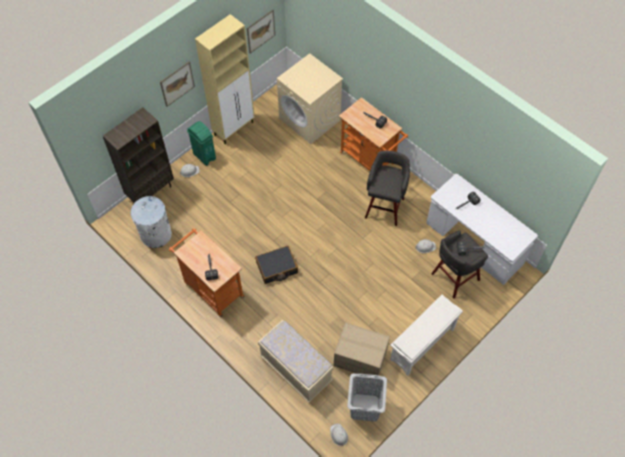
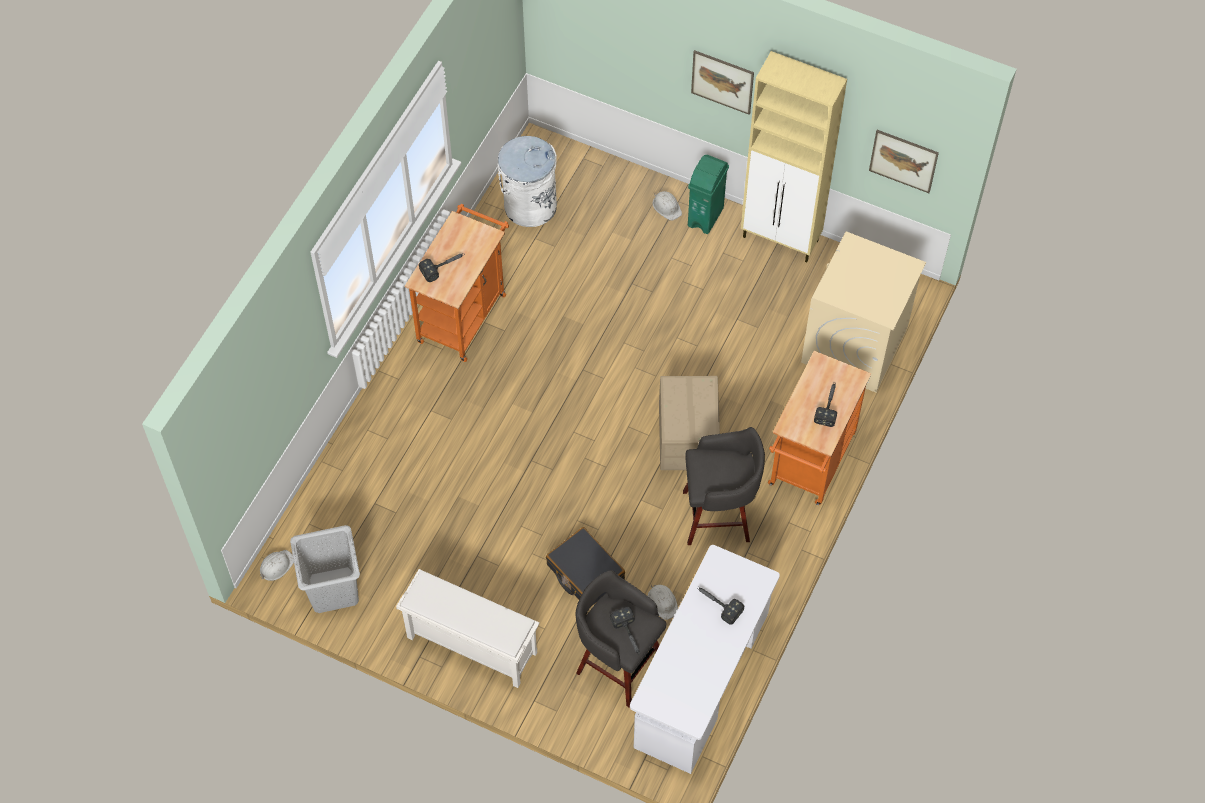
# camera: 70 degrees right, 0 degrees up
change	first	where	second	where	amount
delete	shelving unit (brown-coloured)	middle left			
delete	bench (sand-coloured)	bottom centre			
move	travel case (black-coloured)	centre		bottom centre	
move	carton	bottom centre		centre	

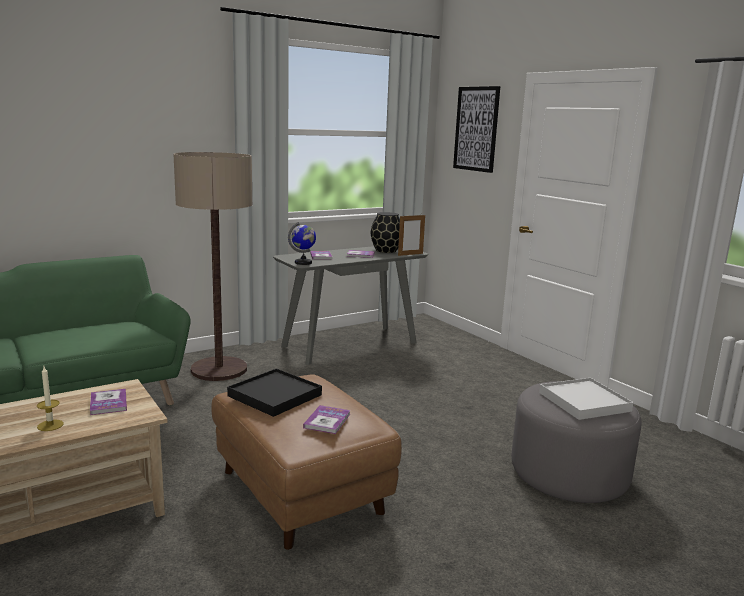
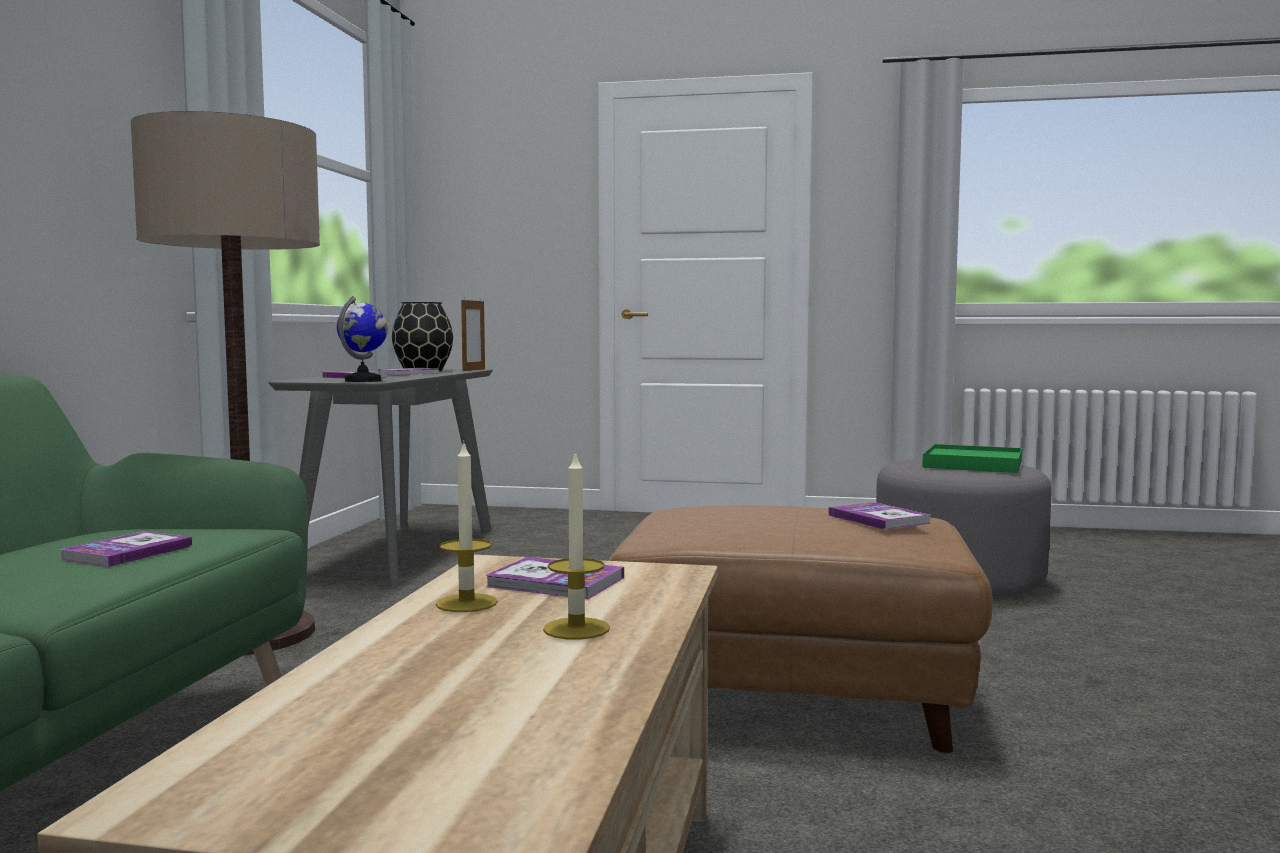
# camera: 45 degrees left, 10 degrees down
change	first	where	second	where	amount
delete	serving tray (black-coloured)	centre			
delete	picture	top centre			
insert			bound book (1st from left)	middle left	
insert			wax candle (1st from left)	centre	
recolor	serving tray (white-coloured)	bottom right	serving tray (green)	middle right	

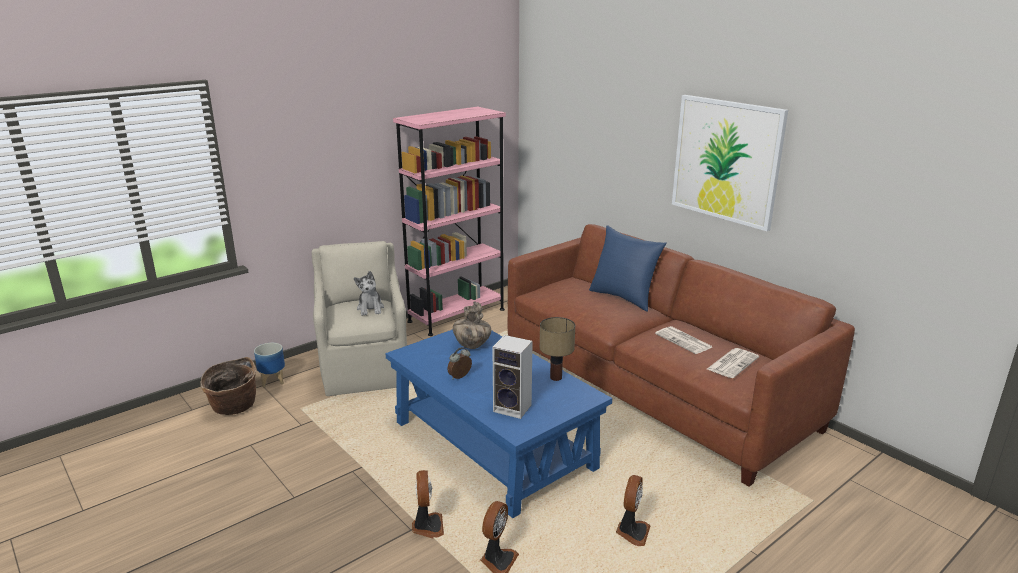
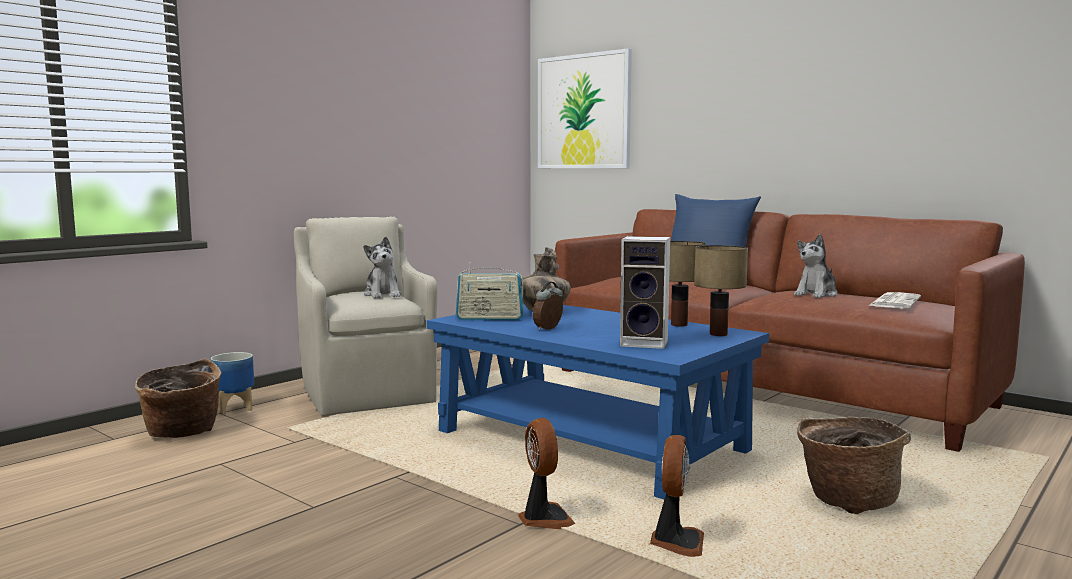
# camera: 10 degrees left, 15 degrees down
change	first	where	second	where	amount
delete	shelving unit (pink)	centre			
insert			radio	centre	
insert			table lamp (2nd from left)	middle right	
move	picture	top right		top centre	
replace	cooling fan (3rd from left)	bottom centre	basket (2nd from left)	bottom right	
replace	daily paper (1st from left)	middle right	cuddly toy (2nd from left)	middle right	

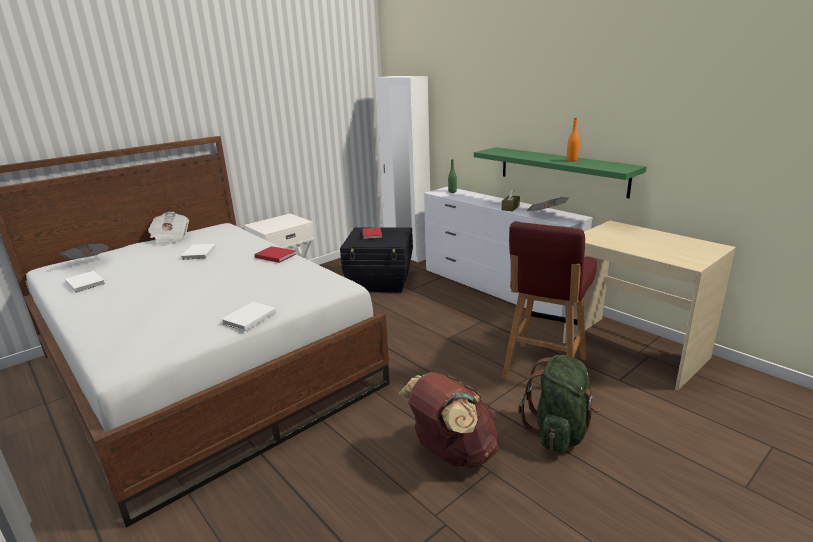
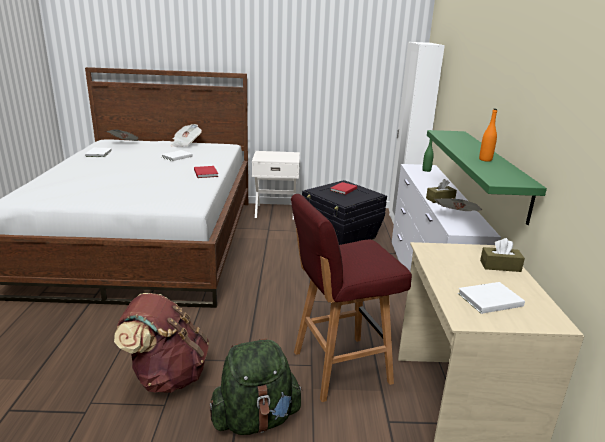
# camera: 40 degrees right, 0 degrees up
change	first	where	second	where	amount
insert			tissue box (brown-coloured) (2nd from left)	middle right	
move	bound book (white-coloured) (3rd from left)	middle left		bottom right	

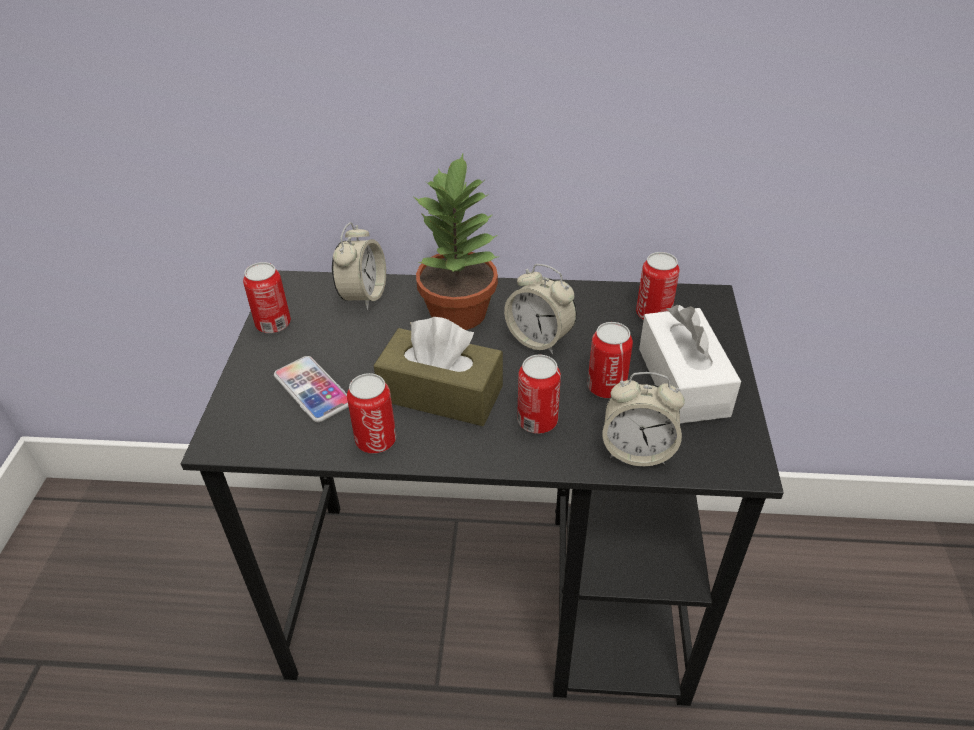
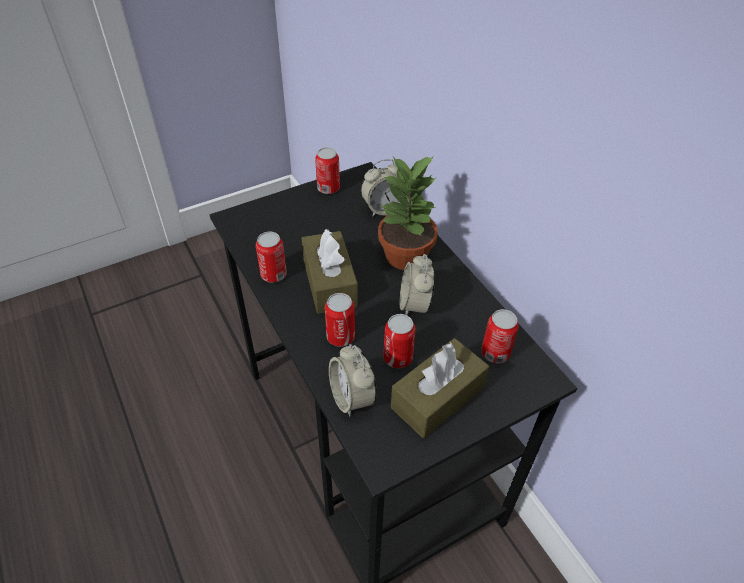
# camera: 55 degrees right, 5 degrees up
change	first	where	second	where	amount
delete	phone	middle left			
recolor	tissue box (white-coloured)	middle right	tissue box (brown-coloured) (2nd from left)	centre	

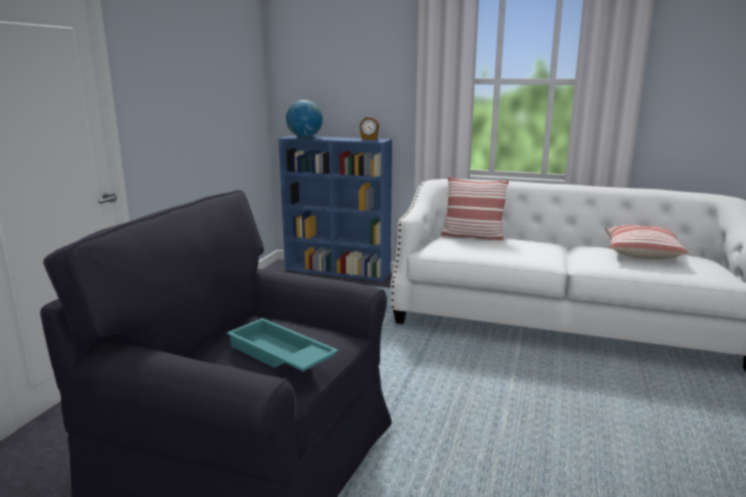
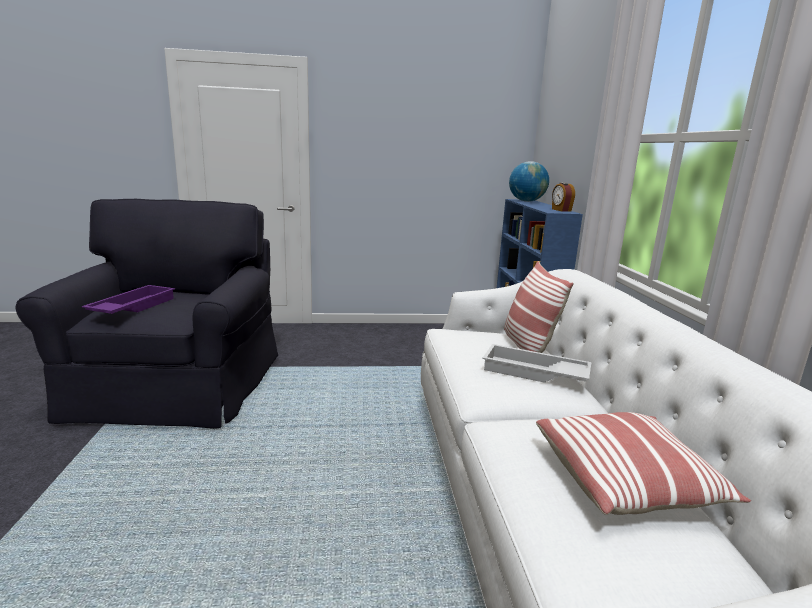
# camera: 65 degrees right, 0 degrees up
change	first	where	second	where	amount
insert			serving tray (white-coloured)	centre	
recolor	serving tray (turquoise-coloured)	bottom centre	serving tray (purplish)	middle left	

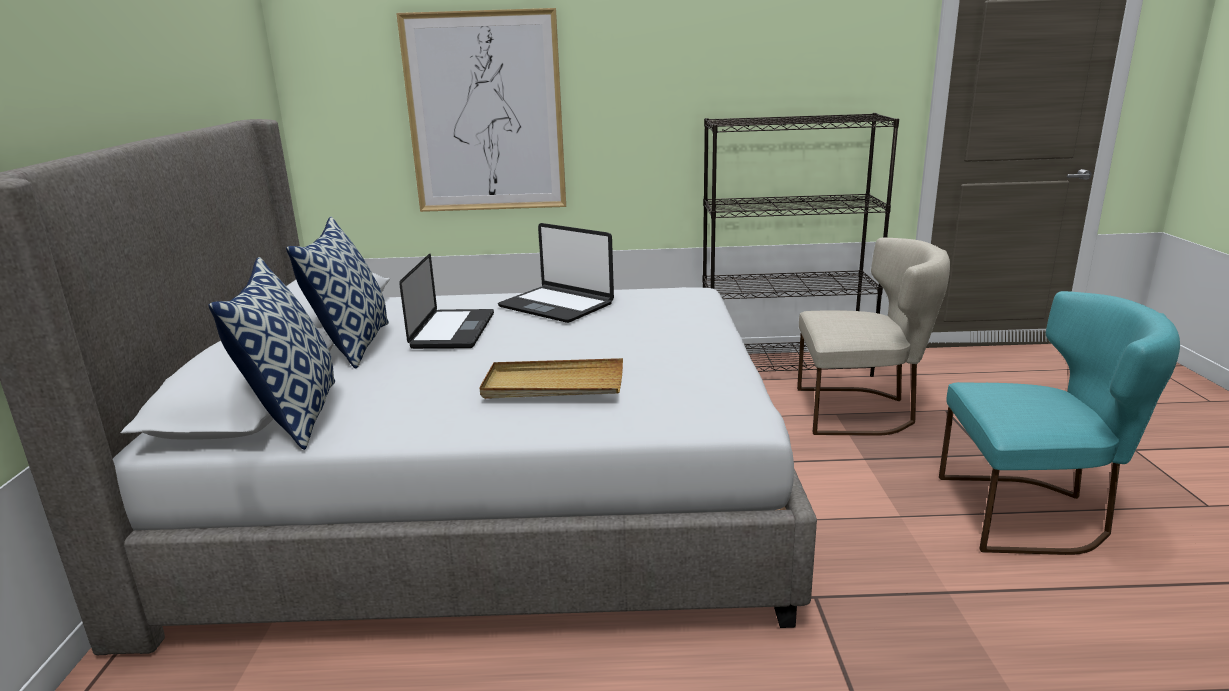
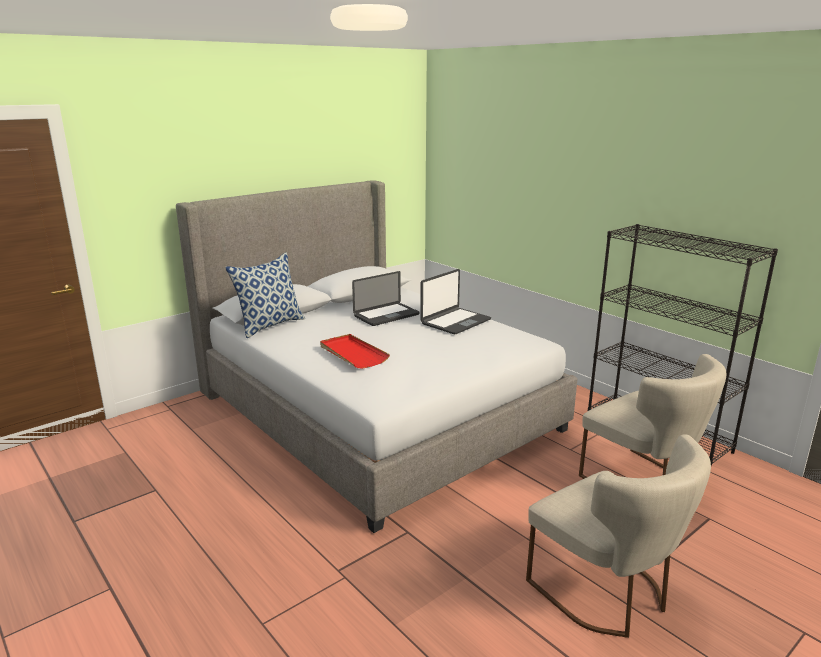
# camera: 50 degrees right, 0 degrees up
change	first	where	second	where	amount
delete	throw pillow (2nd from left)	middle left			
delete	picture	top centre			
recolor	serving tray (sand-coloured)	centre	serving tray (red)	centre	
recolor	chair (turquoise-coloured)	middle right	chair (sand-coloured) (1st from left)	bottom right	
rotate	laptop (2nd from left)	centre		centre	135 degrees counterclockwise

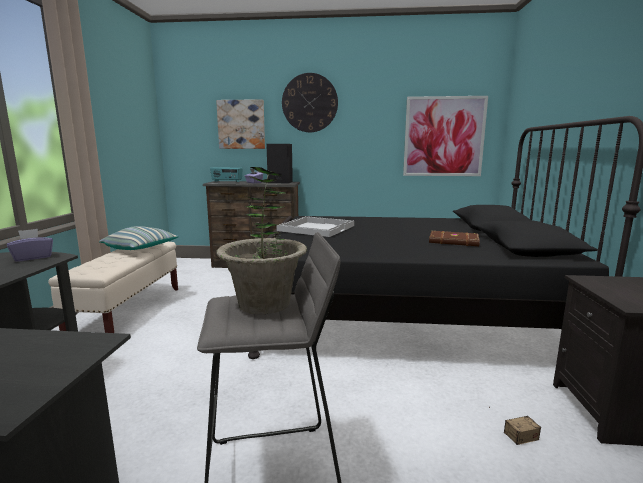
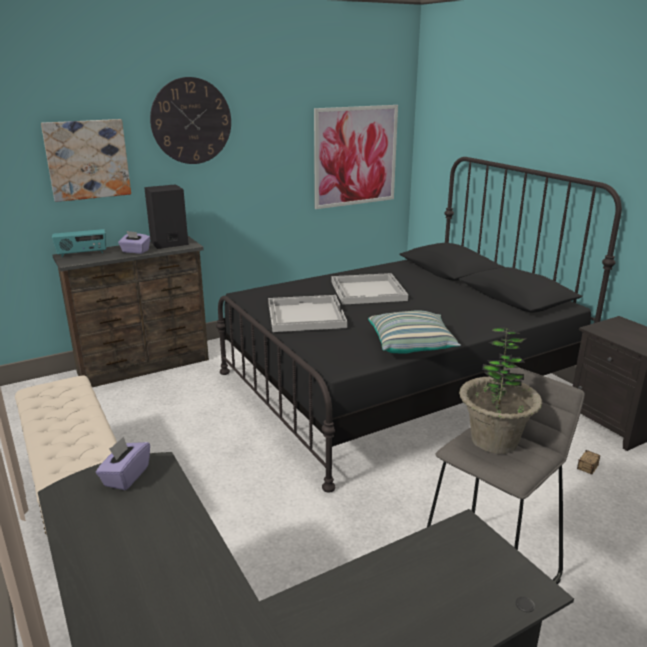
# camera: 35 degrees left, 10 degrees up
change	first	where	second	where	amount
delete	bound book (brown-coloured)	middle right			
insert			serving tray (white-coloured) (2nd from left)	centre	
move	throw pillow	middle left		centre	

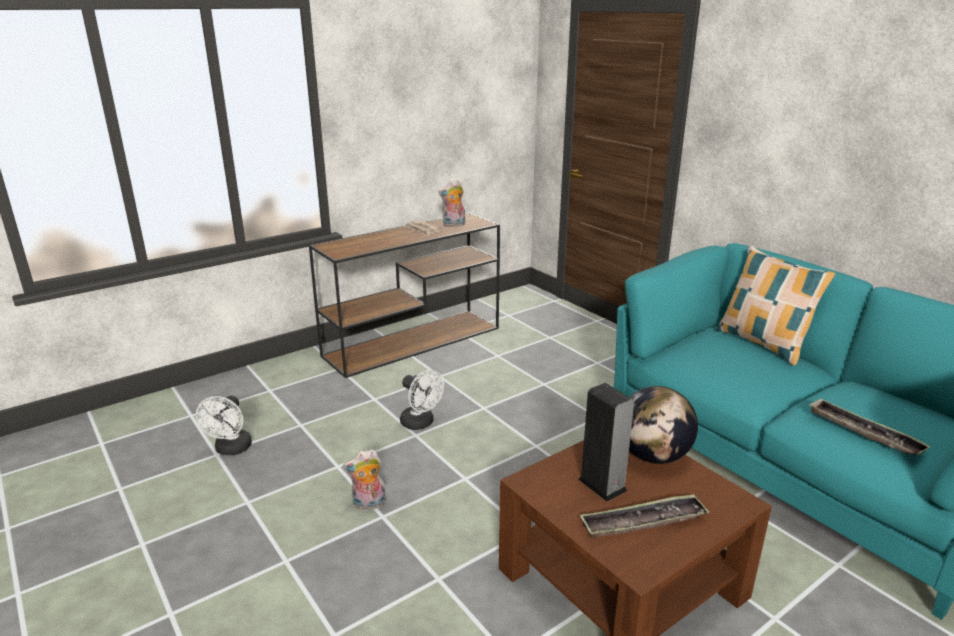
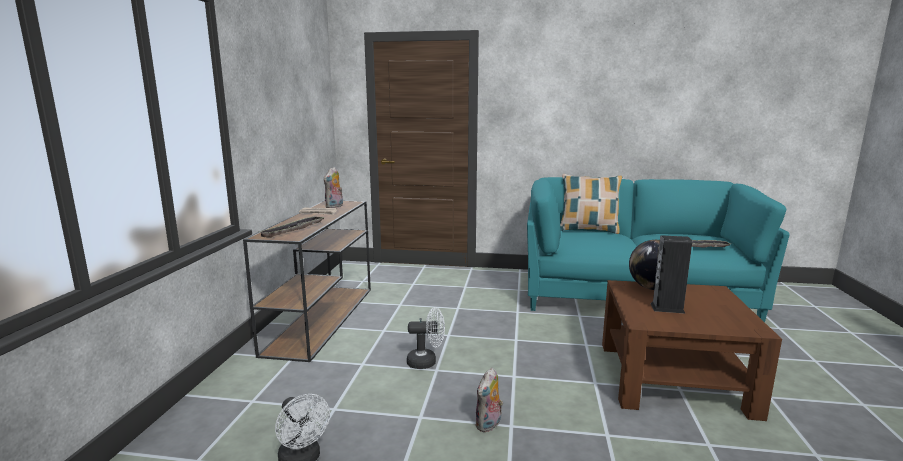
# camera: 45 degrees left, 10 degrees down
change	first	where	second	where	amount
move	serving tray (1st from left)	bottom right		middle left	

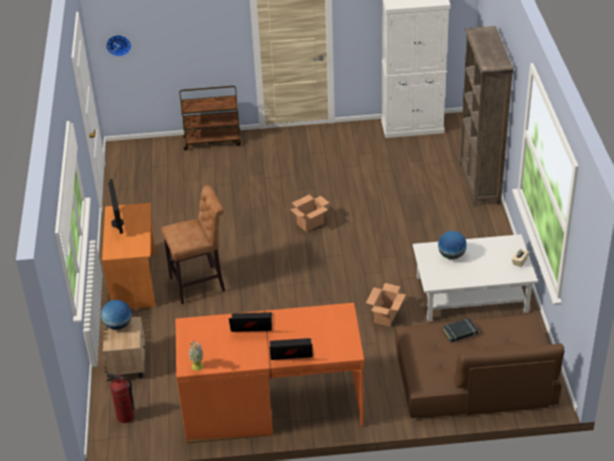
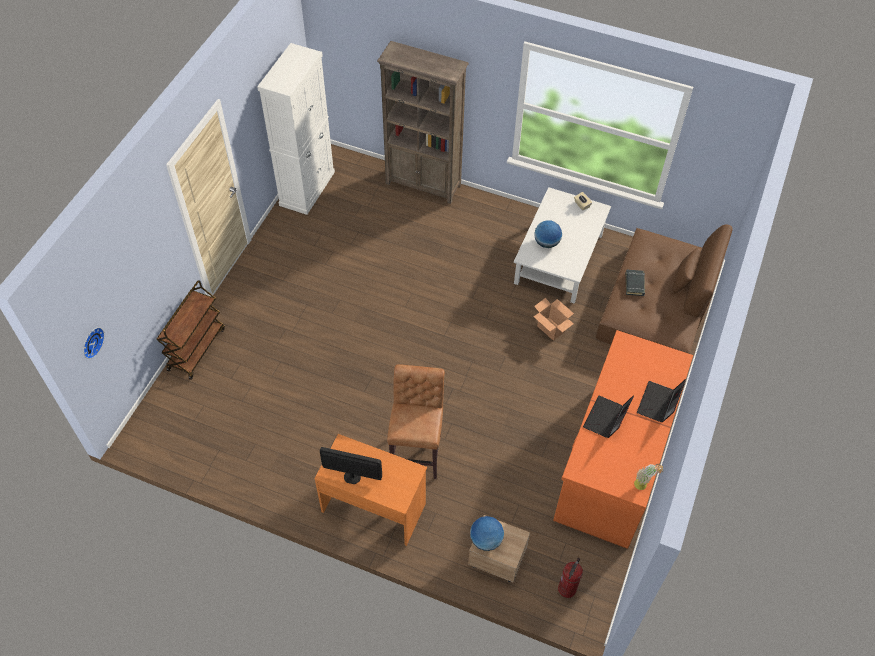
# camera: 65 degrees left, 15 degrees up
change	first	where	second	where	amount
delete	carton (1st from left)	centre			

